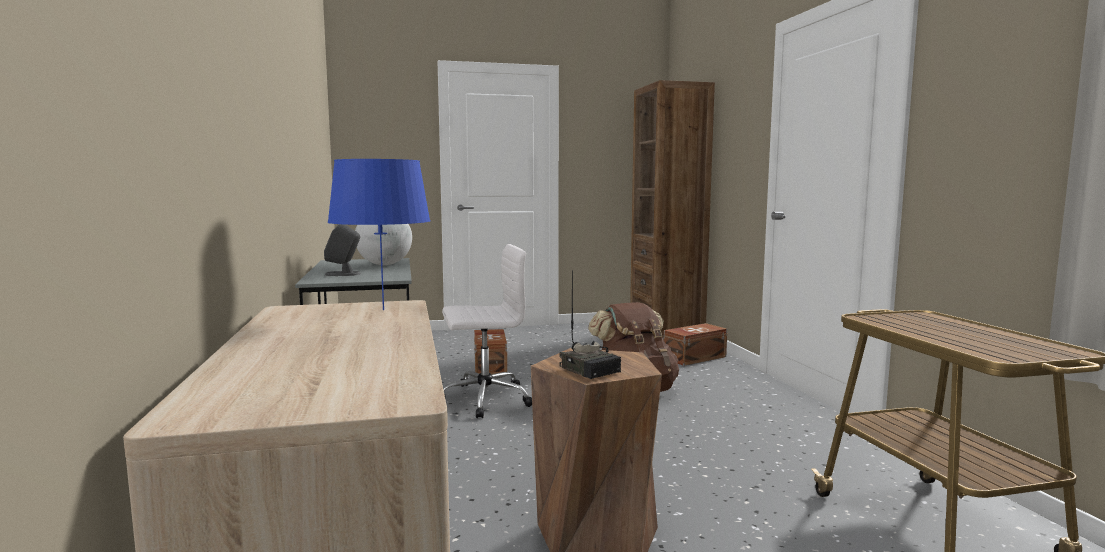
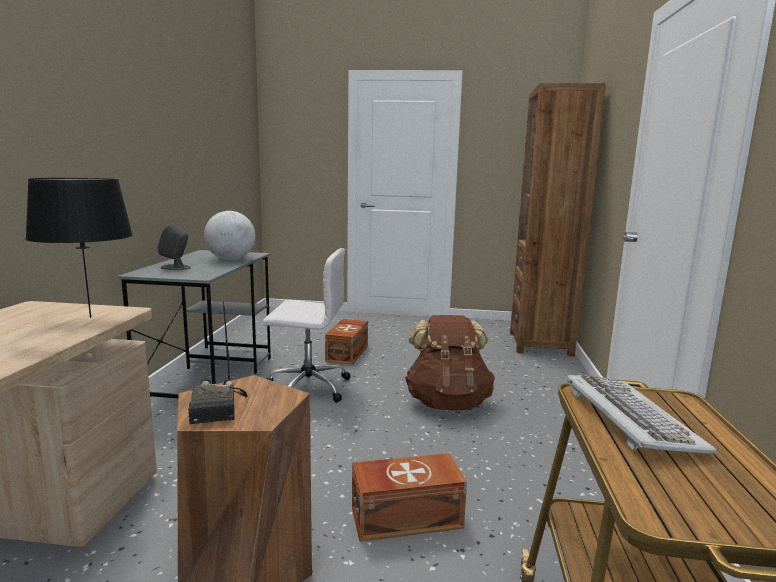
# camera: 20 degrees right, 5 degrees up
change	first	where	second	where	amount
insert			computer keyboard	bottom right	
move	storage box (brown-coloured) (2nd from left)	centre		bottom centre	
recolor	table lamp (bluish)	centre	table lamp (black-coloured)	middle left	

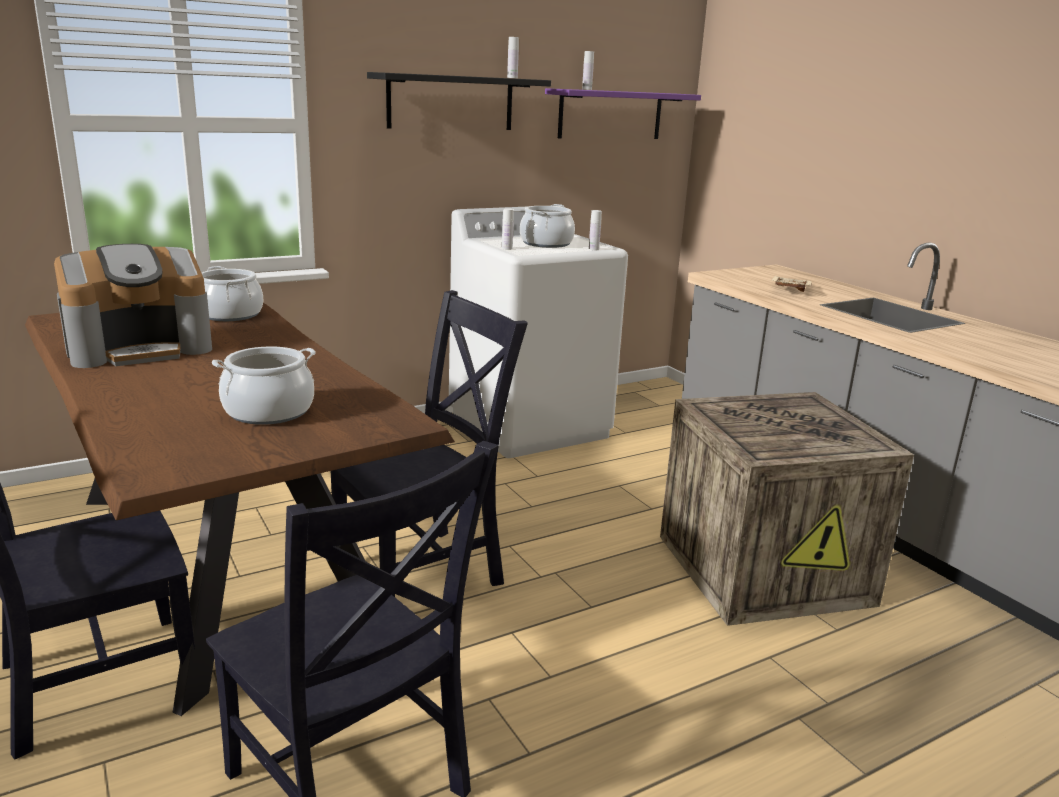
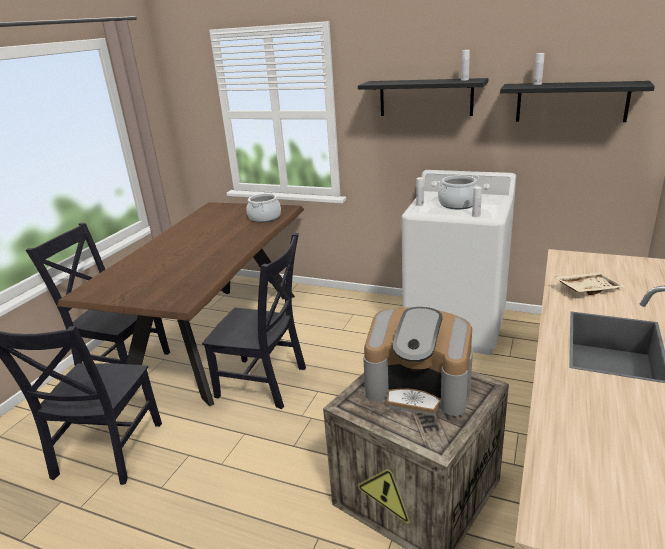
# camera: 55 degrees right, 5 degrees up
change	first	where	second	where	amount
delete	saucepot (2nd from left)	middle left			
move	coffee brewer	middle left		centre	
recolor	wall shelf (purplish)	top centre	wall shelf (black-coloured) (2nd from left)	top right	

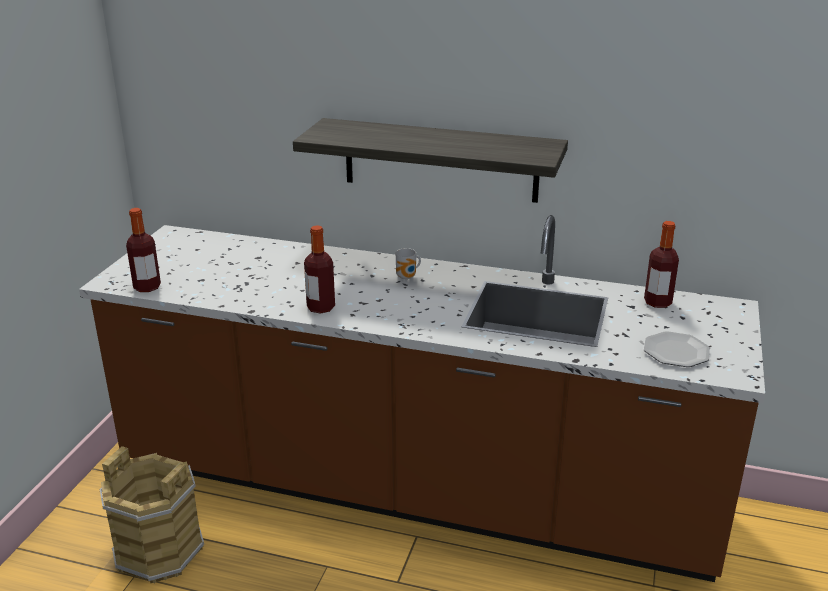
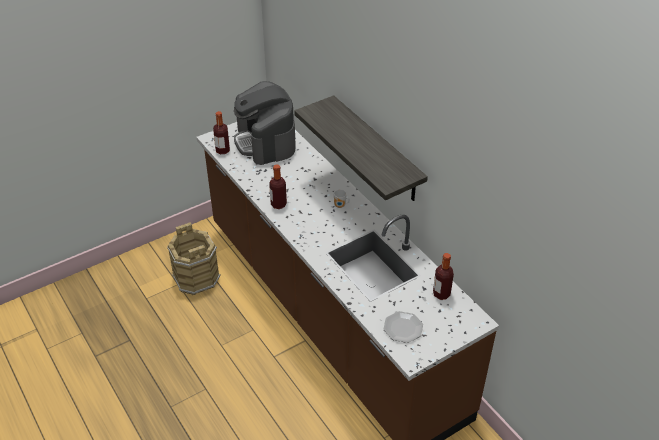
# camera: 40 degrees right, 15 degrees up
change	first	where	second	where	amount
insert			coffee brewer	top centre	

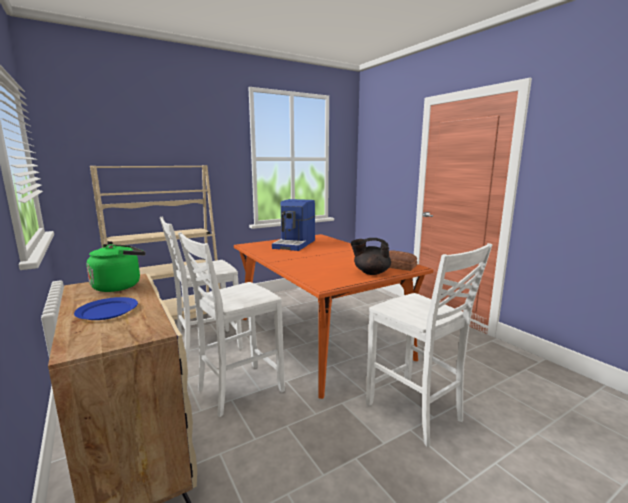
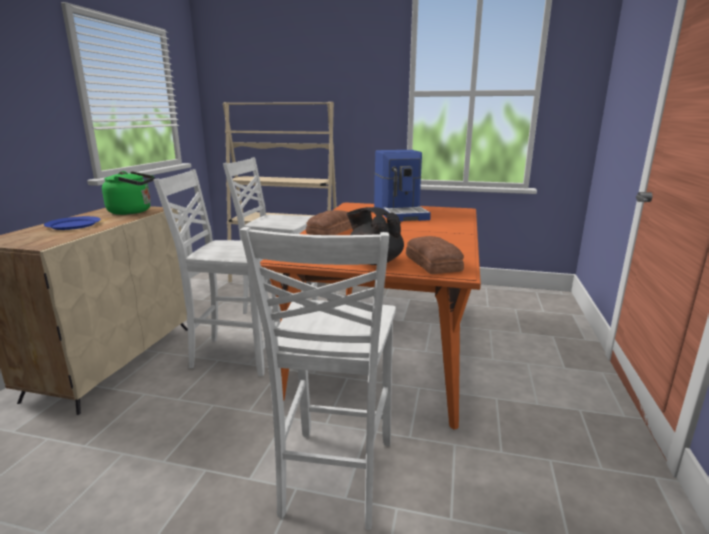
# camera: 45 degrees right, 5 degrees up
change	first	where	second	where	amount
insert			bread (1st from left)	centre	
rotate	coffee brewer	centre		centre	75 degrees counterclockwise

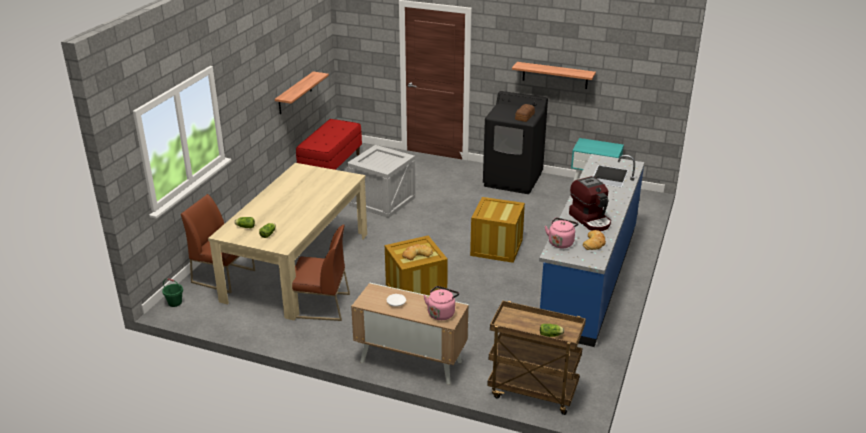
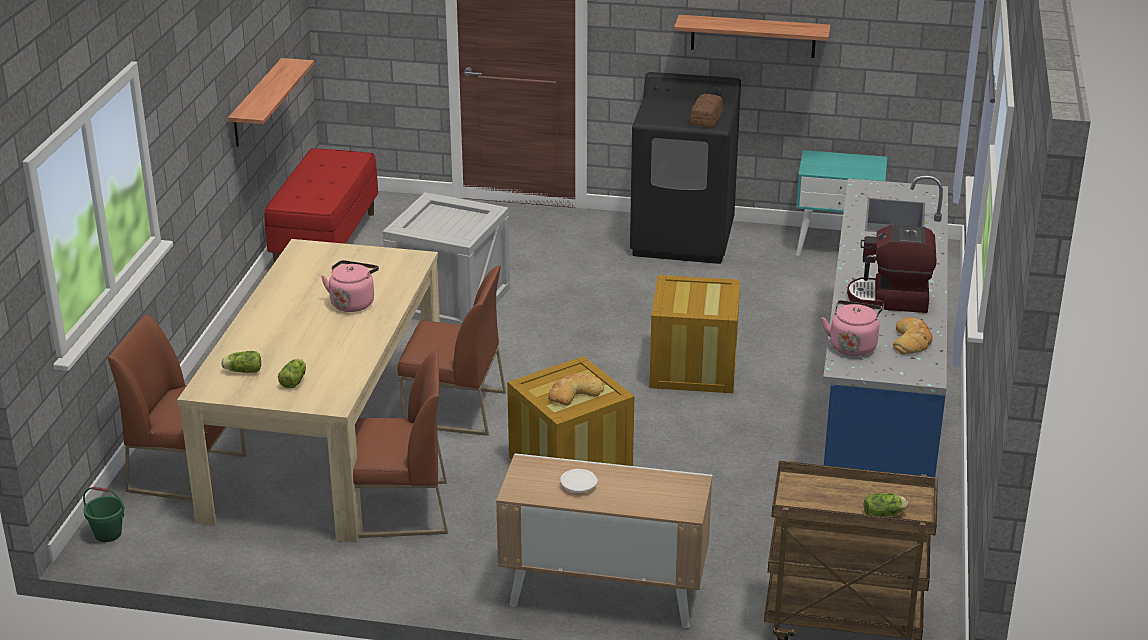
# camera: 10 degrees left, 0 degrees up
change	first	where	second	where	amount
insert			chair (brown-coloured) (3rd from left)	centre	
move	water kettle (pink) (1st from left)	bottom centre		middle left	
rotate	coffee brewer	middle right		middle right	135 degrees clockwise

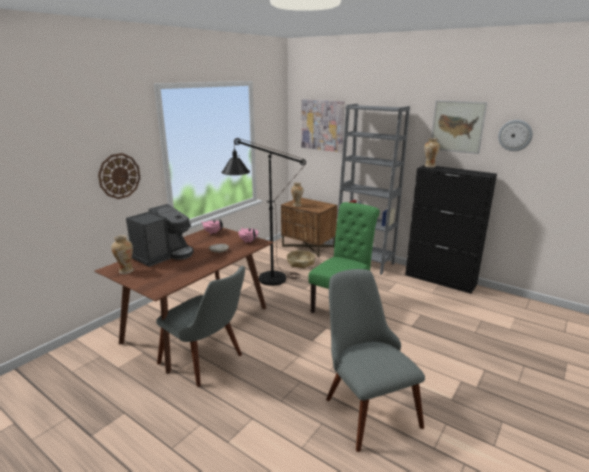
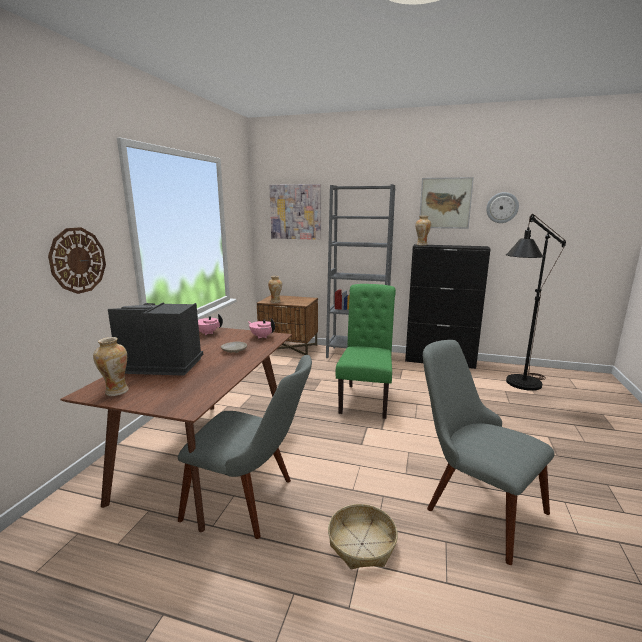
# camera: 20 degrees left, 5 degrees down
change	first	where	second	where	amount
move	standard lamp (black-coloured)	centre		middle right	
move	basket	centre		bottom centre	
rotate	coffee brewer	middle left		middle left	105 degrees counterclockwise

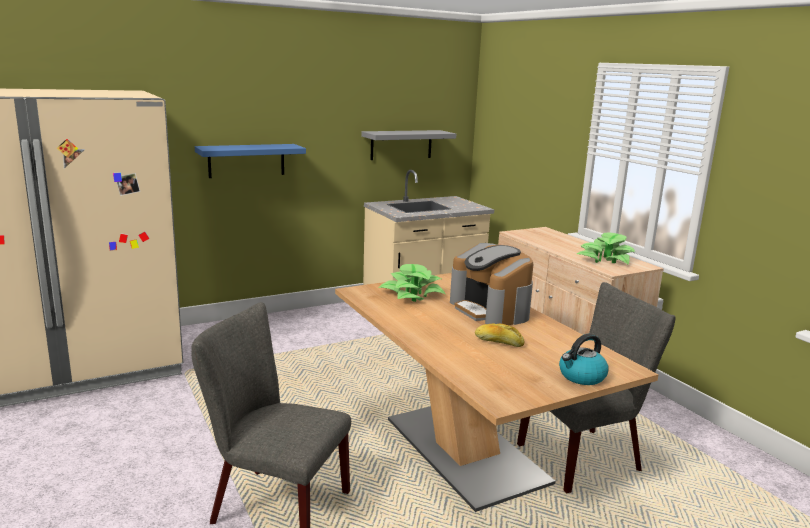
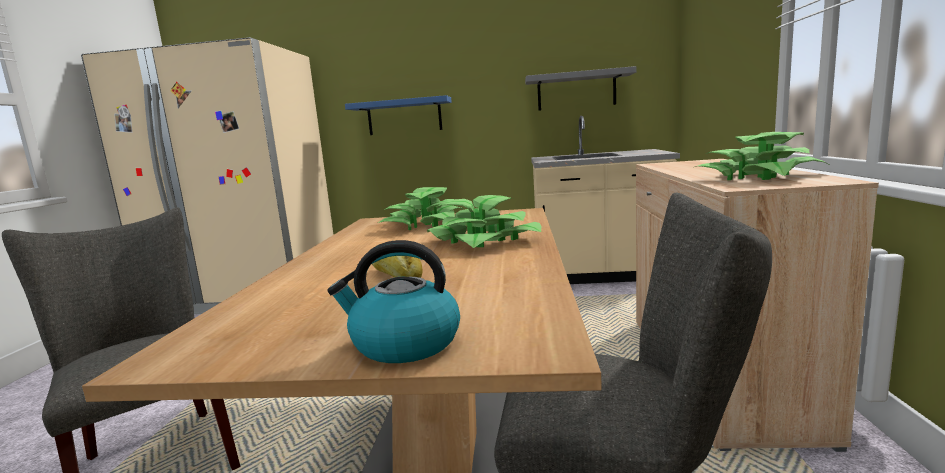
# camera: 35 degrees right, 5 degrees down
change	first	where	second	where	amount
replace	coffee brewer	centre	plant in a pot (2nd from left)	centre	

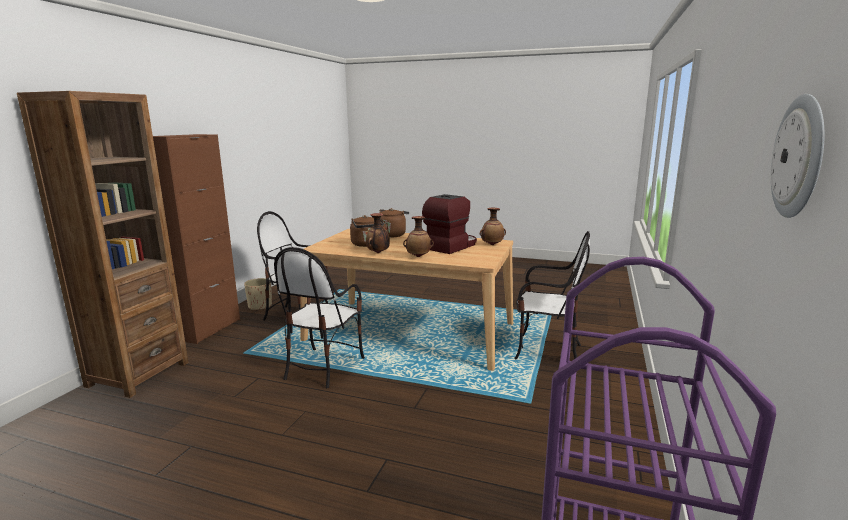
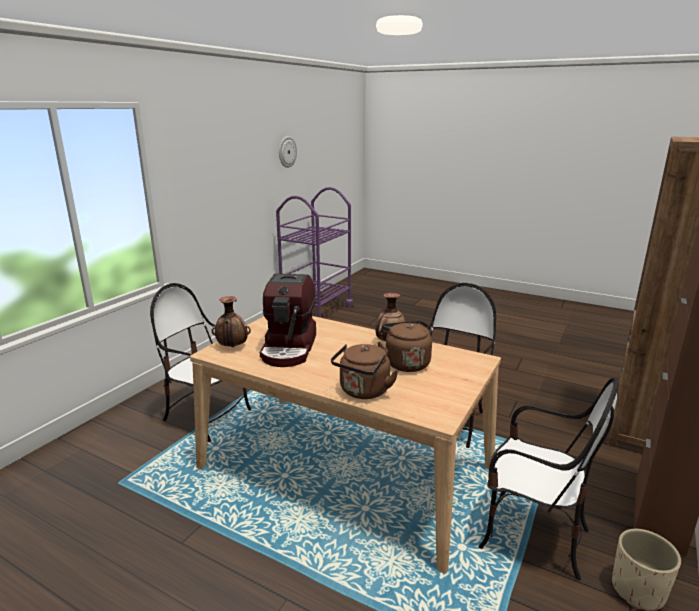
# camera: 170 degrees left, 5 degrees up
change	first	where	second	where	amount
delete	flower vase (2nd from left)	centre			
rotate	coffee brewer	centre		centre	45 degrees counterclockwise

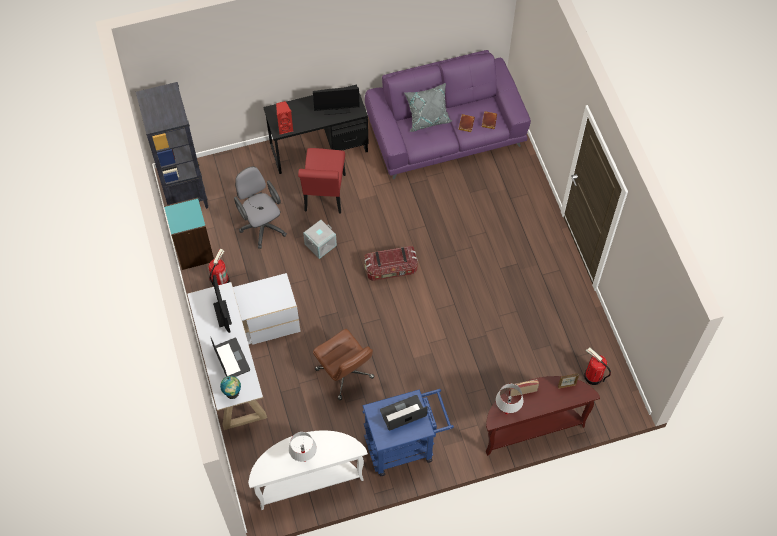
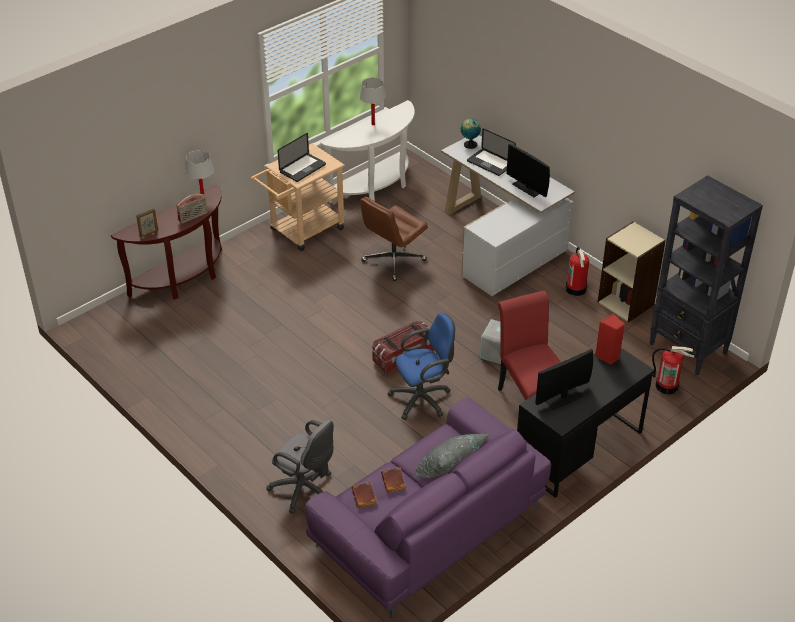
# camera: 155 degrees right, 20 degrees down
change	first	where	second	where	amount
insert			desk chair (bluish)	centre	
move	desk chair (gray)	centre		bottom centre	
move	fire-fighting cylinder (2nd from left)	bottom right		middle right	
recolor	shelving unit (turquoise-coloured)	middle left	shelving unit (sand-coloured)	middle right	
recolor	wheeled cart (bluish)	bottom centre	wheeled cart (sand-coloured)	top centre	
rotate	desk chair (brown-coloured)	bottom centre		centre	75 degrees counterclockwise

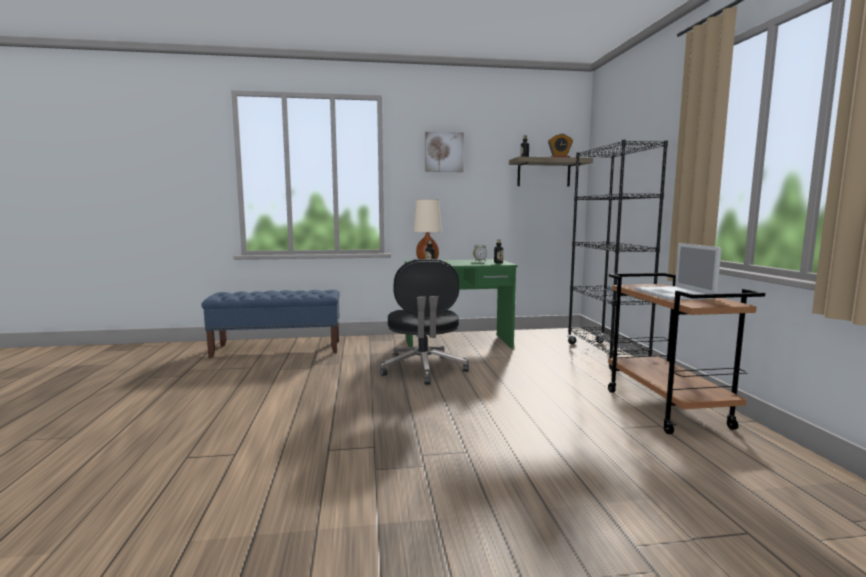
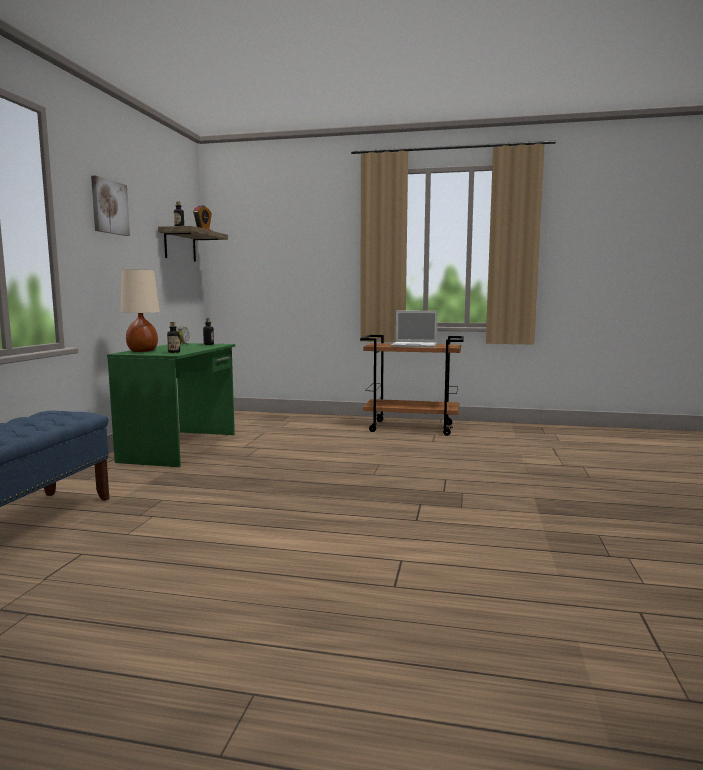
# camera: 70 degrees left, 0 degrees up
change	first	where	second	where	amount
delete	desk chair (black-coloured)	centre			
delete	shelving unit (black-coloured)	middle right			

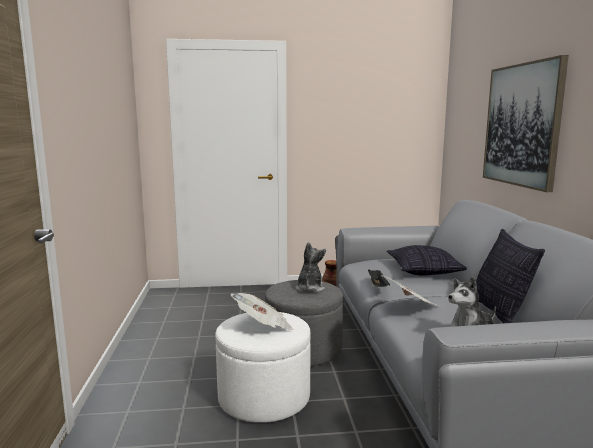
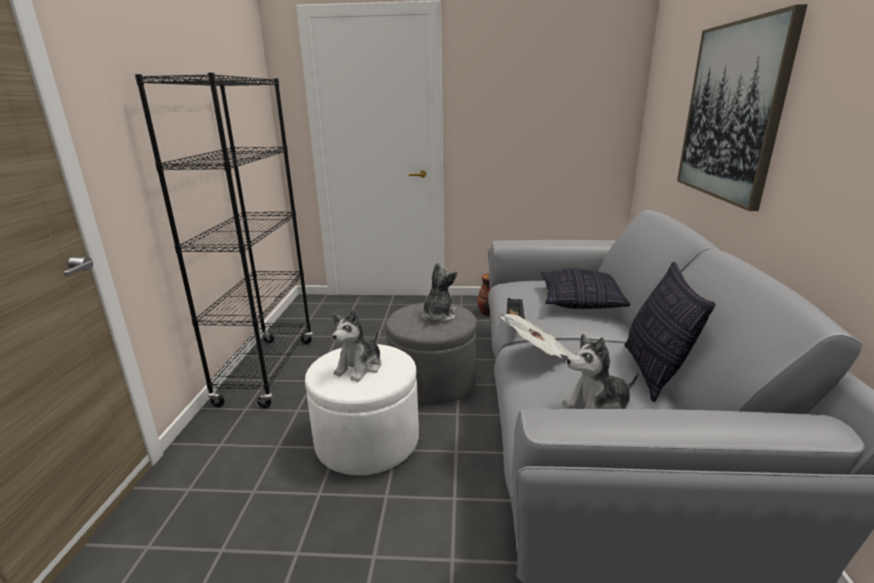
# camera: 10 degrees right, 10 degrees up
change	first	where	second	where	amount
insert			shelving unit (black-coloured)	middle left	
replace	daily paper (1st from left)	bottom centre	cuddly toy (1st from left)	centre	

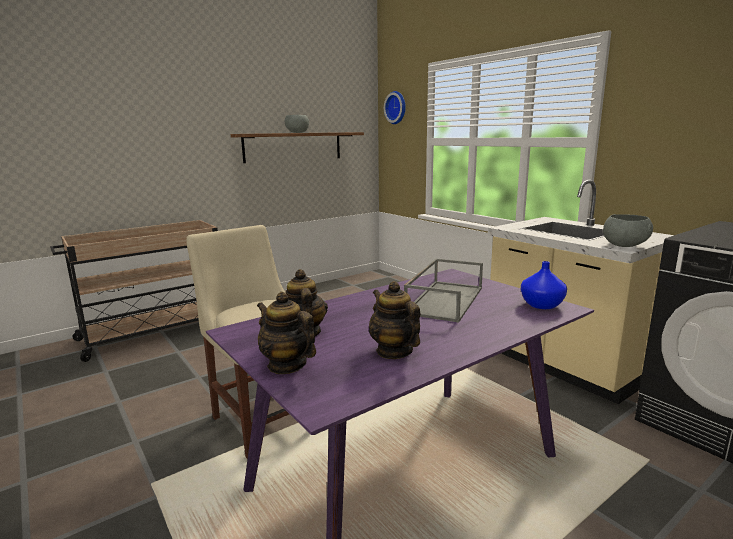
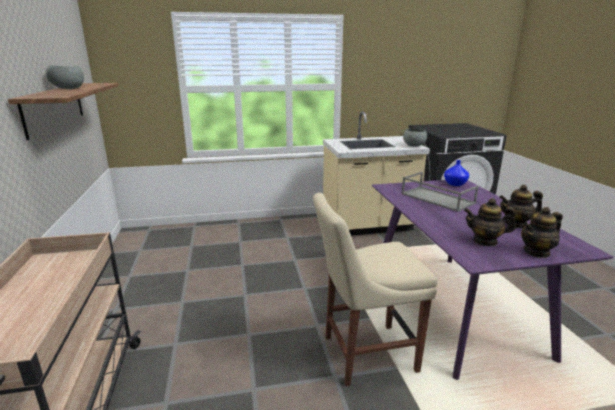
# camera: 65 degrees left, 5 degrees up
change	first	where	second	where	amount
delete	wall clock	top centre			

